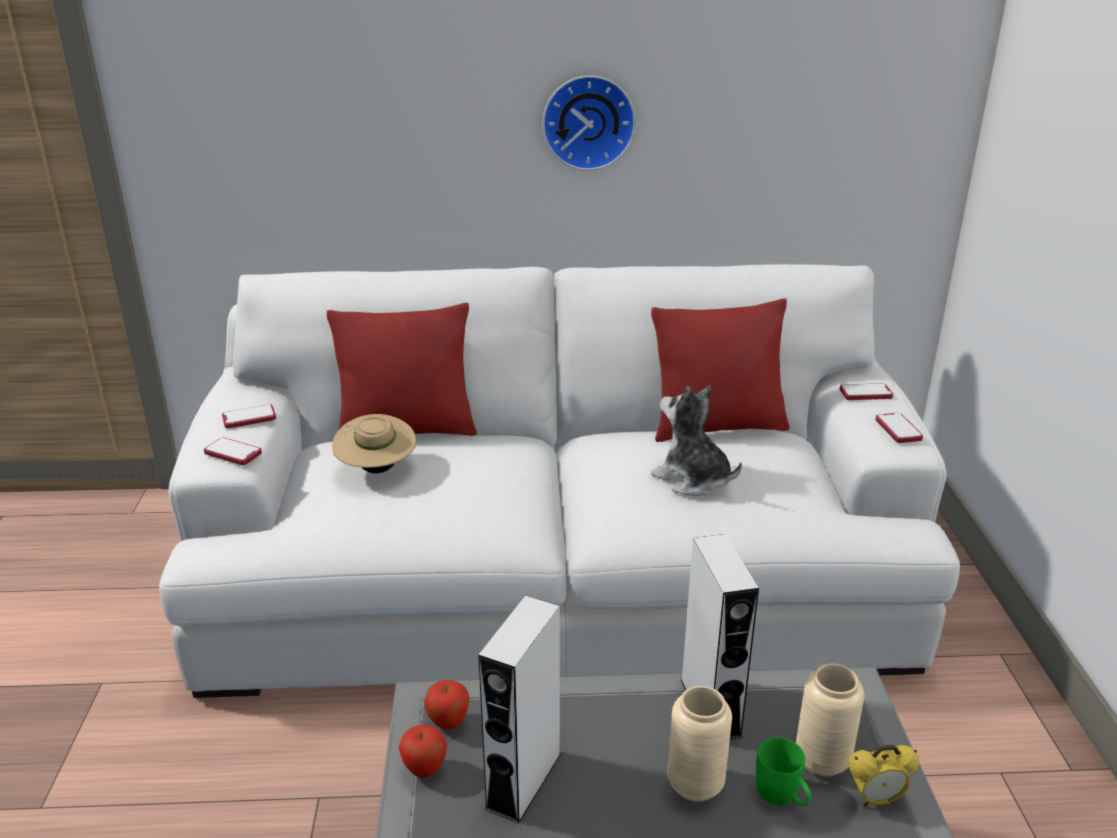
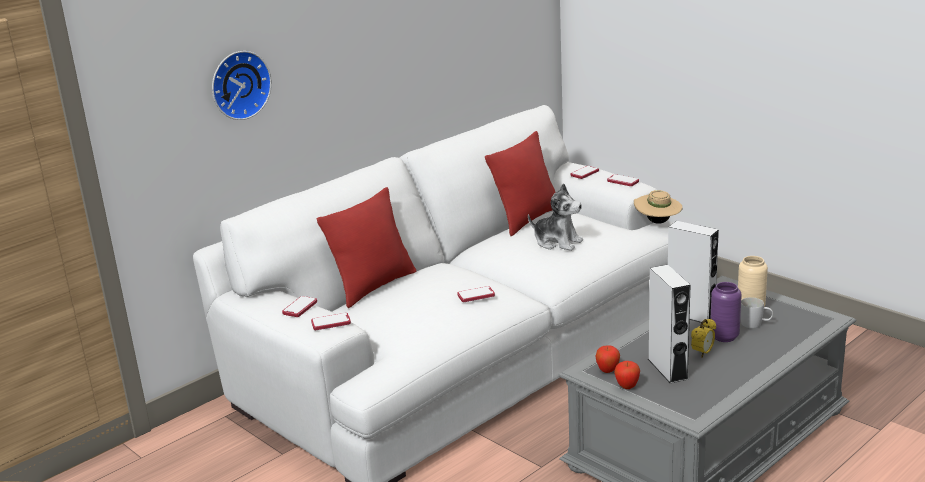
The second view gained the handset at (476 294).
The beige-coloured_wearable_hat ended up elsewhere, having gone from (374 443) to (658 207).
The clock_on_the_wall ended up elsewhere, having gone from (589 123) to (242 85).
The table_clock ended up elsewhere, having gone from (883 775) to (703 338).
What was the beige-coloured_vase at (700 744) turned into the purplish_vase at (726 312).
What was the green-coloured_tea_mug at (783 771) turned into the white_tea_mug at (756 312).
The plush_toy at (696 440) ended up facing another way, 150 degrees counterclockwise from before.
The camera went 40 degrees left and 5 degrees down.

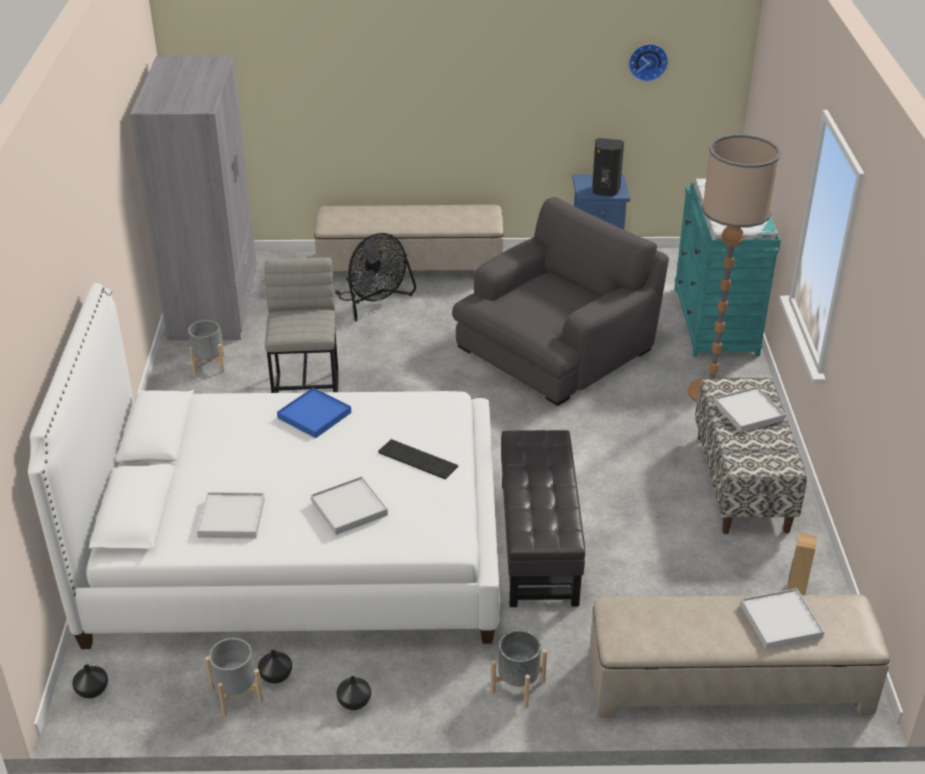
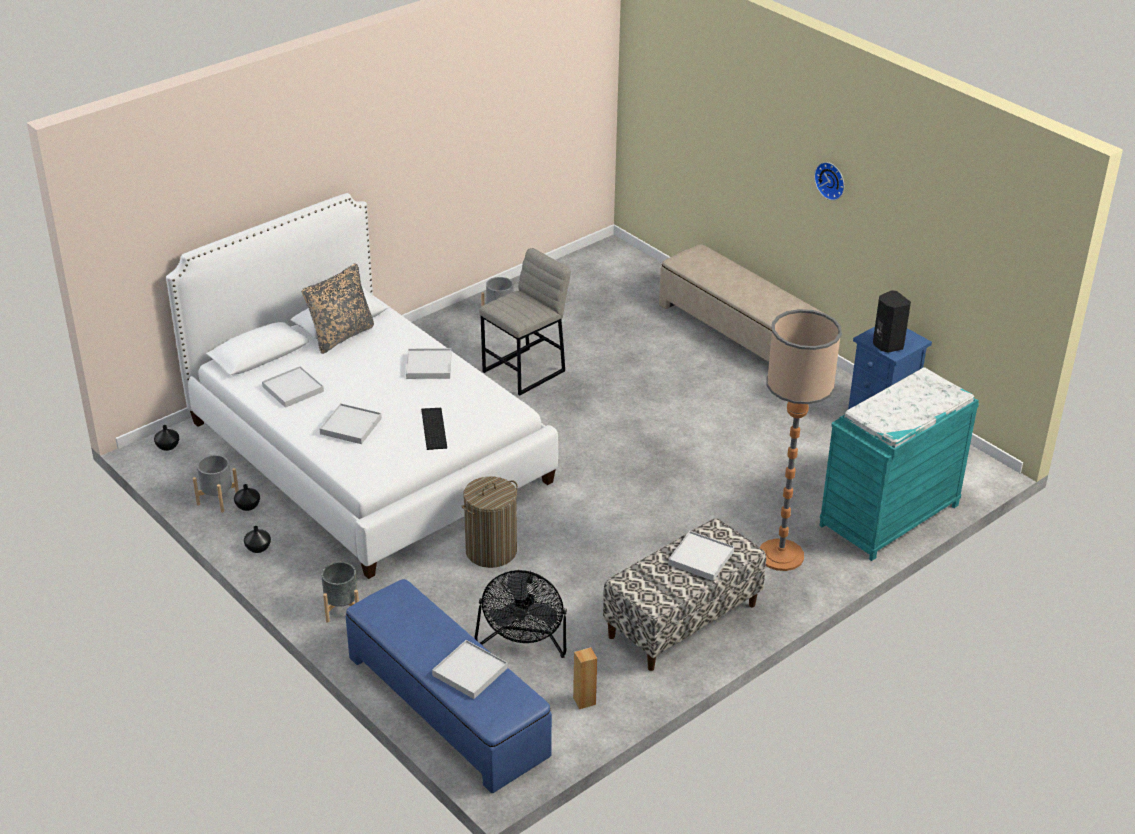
The second view lost the grey_armoire at (193 198).
The second view lost the grey_armchair at (560 301).
The second view gained the grey_cushion at (338 308).
The blackish_fan ended up elsewhere, having gone from (375 277) to (520 613).
The clock_on_the_wall ended up elsewhere, having gone from (648 63) to (829 181).
Where the blackish_ottoman stood at (543 518), the washing_basket came to stand at (489 522).
What was the bluish_serving_tray at (314 413) turned into the white_serving_tray at (428 363).
What was the beige-coloured_bench at (739 656) turned into the bluish_bench at (449 686).
The camera went 50 degrees right and 0 degrees up.

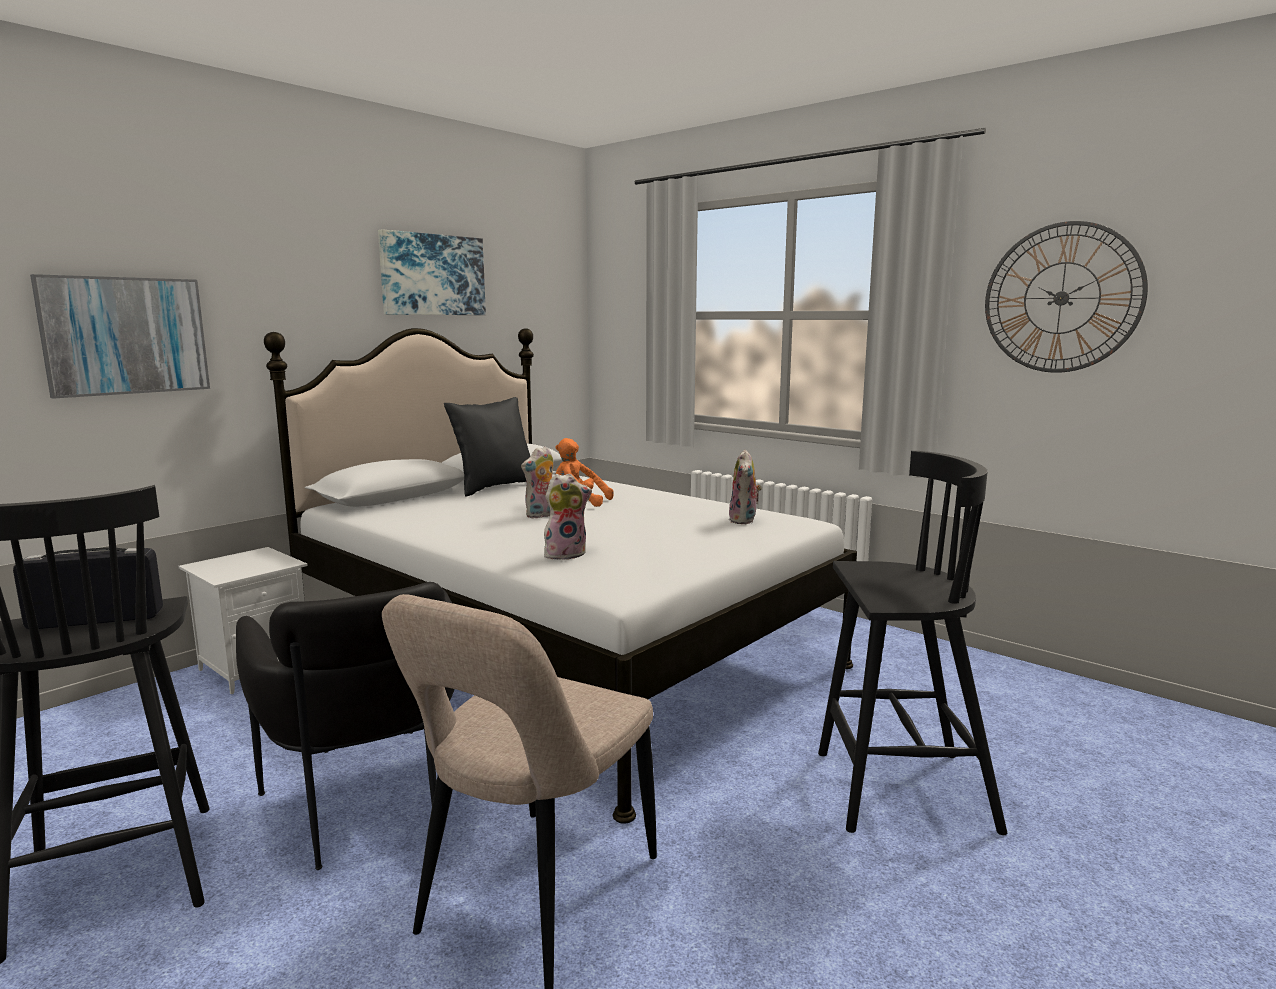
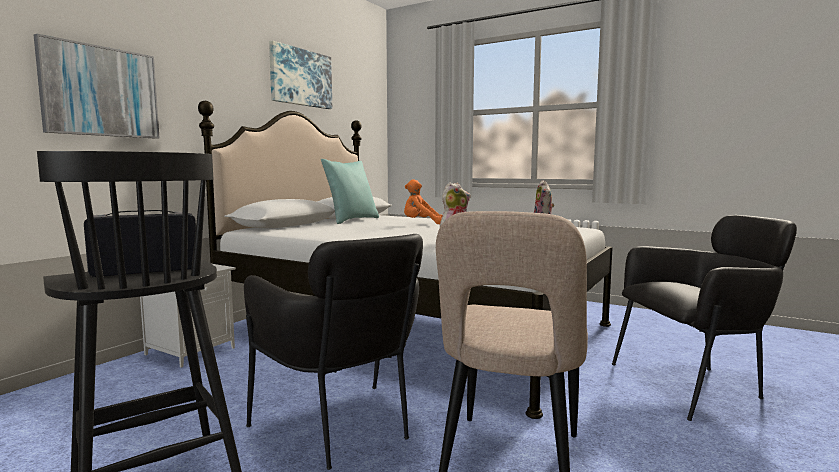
The second view lost the plush_toy at (537 482).
The second view lost the clock_on_the_wall at (1066 297).
Where the blackish_sitting_stool stood at (912 643), the blackish_armchair came to stand at (704 318).
What was the blackish_cushion at (487 447) turned into the turquoise_cushion at (350 191).
The camera went 10 degrees left and 5 degrees down.

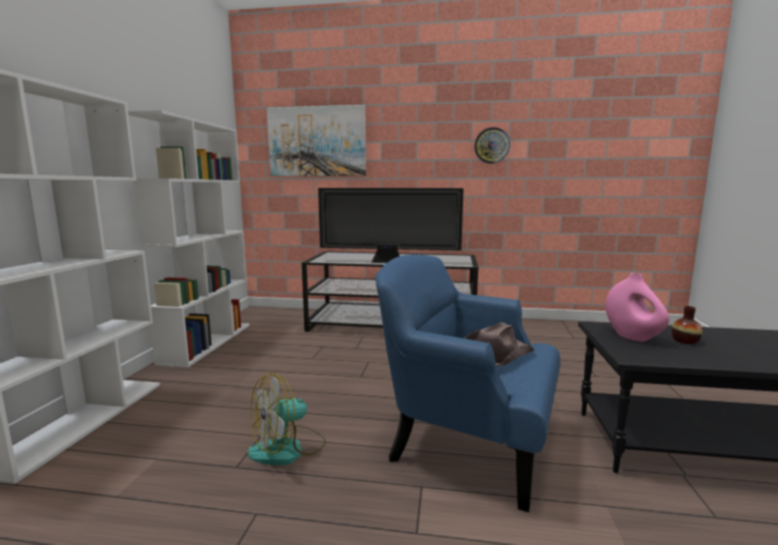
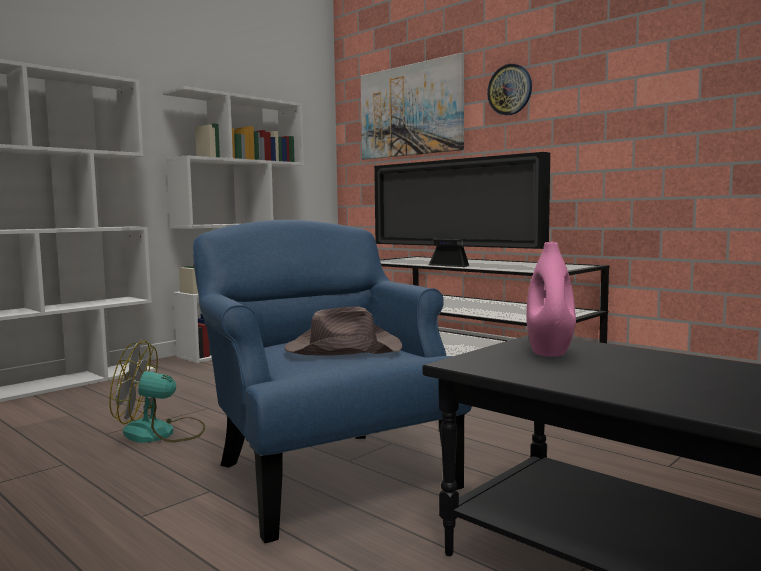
The second view lost the vase at (686 325).
The clock_on_the_wall ended up elsewhere, having gone from (492 145) to (509 90).
The camera went 35 degrees right and 5 degrees down.

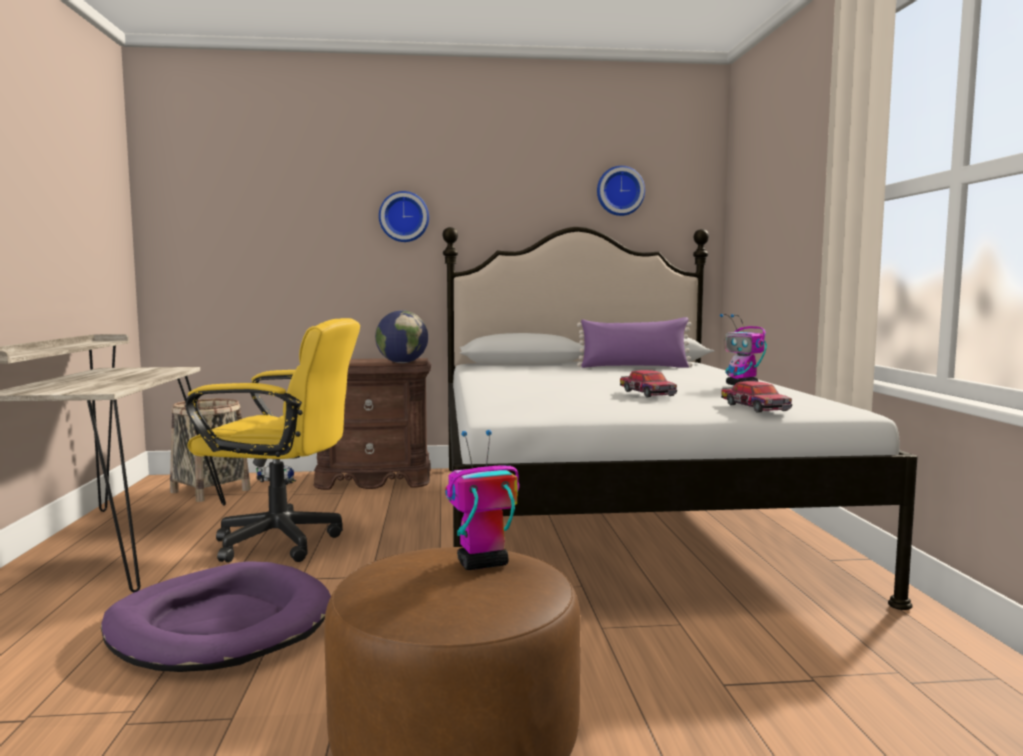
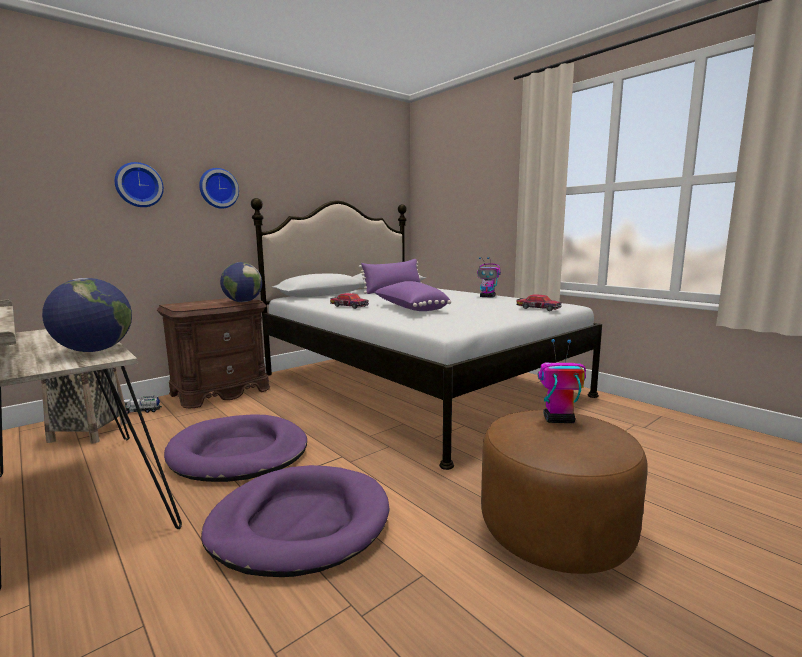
The second view gained the desk_globe at (87 315).
The second view gained the purplish_cushion at (412 296).
The clock_on_the_wall ended up elsewhere, having gone from (621 191) to (139 184).
The model_car ended up elsewhere, having gone from (648 383) to (349 301).
Where the yellow-coloured_office_chair stood at (272 440), the purplish_pet_bed came to stand at (235 448).
The toy_robot at (482 500) ended up facing another way, 60 degrees clockwise from before.
The camera went 35 degrees left and 5 degrees up.

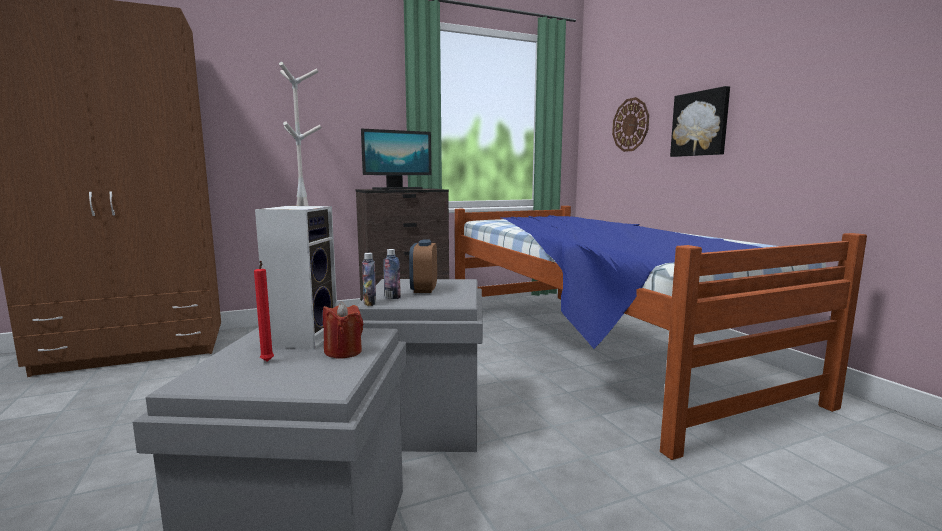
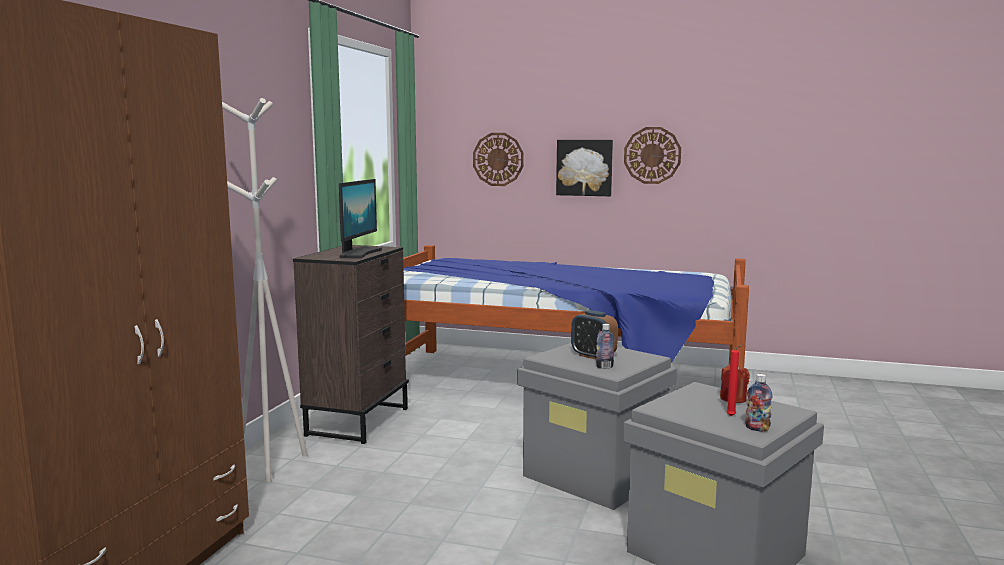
The second view lost the speaker at (296 277).
The second view gained the clock_on_the_wall at (652 155).
The drink_bottle ended up elsewhere, having gone from (369 279) to (759 403).
The camera went 50 degrees left and 0 degrees up.

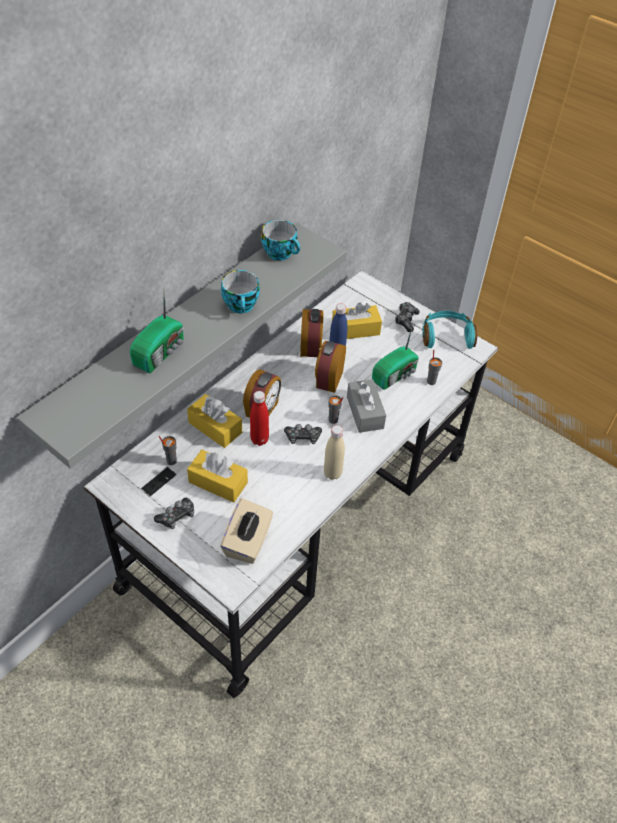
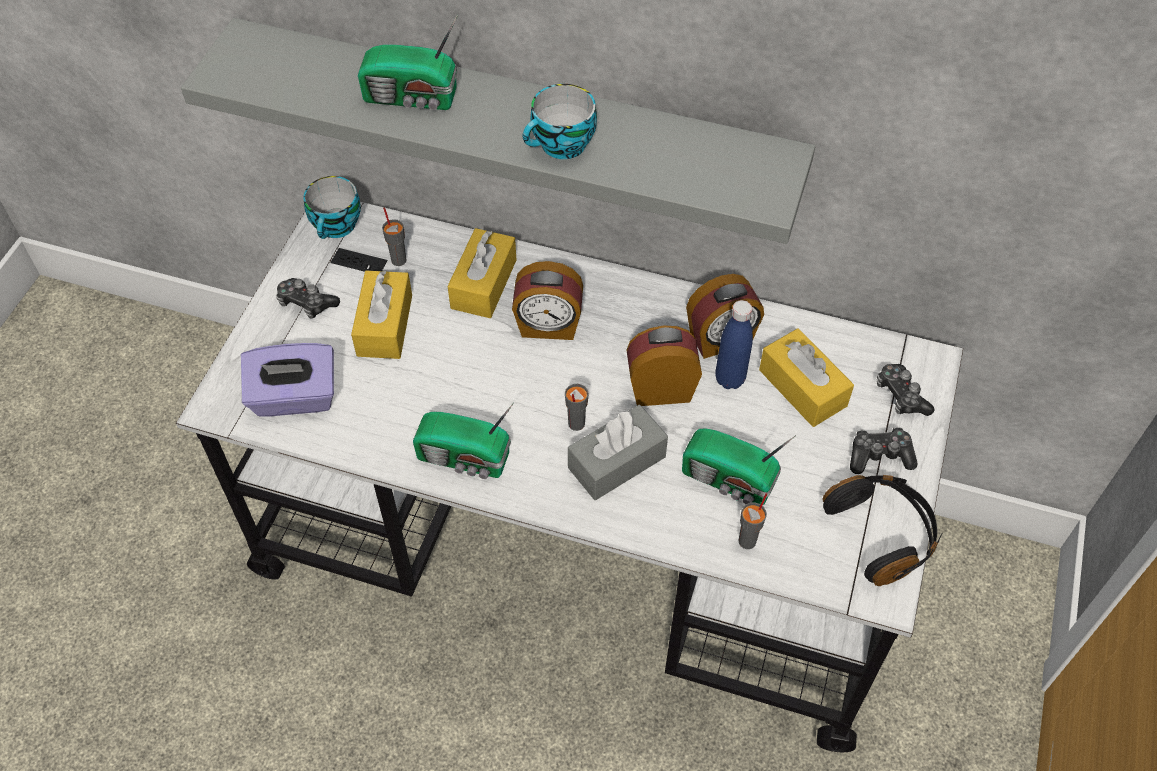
The second view lost the reddish_drink_bottle at (259 418).
The drinking_cup ended up elsewhere, having gone from (280 240) to (332 207).
The gamepad ended up elsewhere, having gone from (303 434) to (906 390).
Where the beige-coloured_drink_bottle stood at (334 452), the radio_set came to stand at (463 441).
What was the beige-coloured_tissue_holder at (246 531) turned into the purplish_tissue_holder at (287 380).
What was the turquoise_headset at (449 330) turned into the blackish_headset at (882 530).
The camera went 70 degrees right and 5 degrees up.

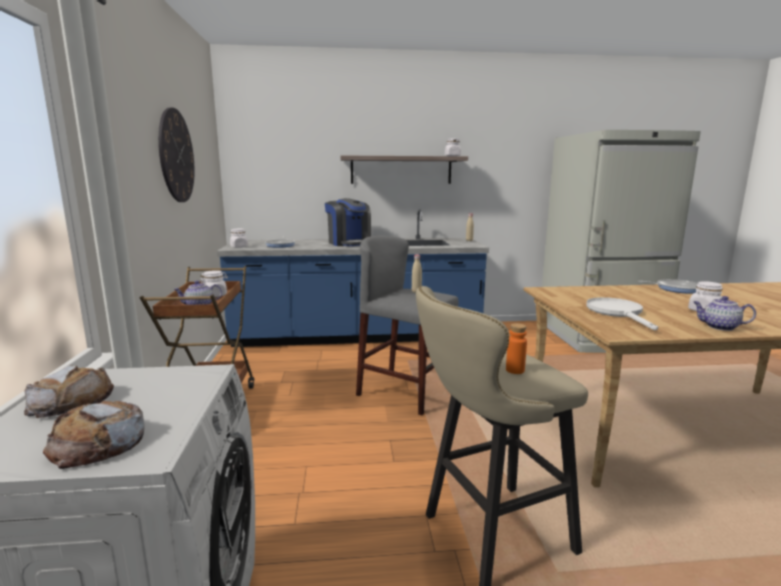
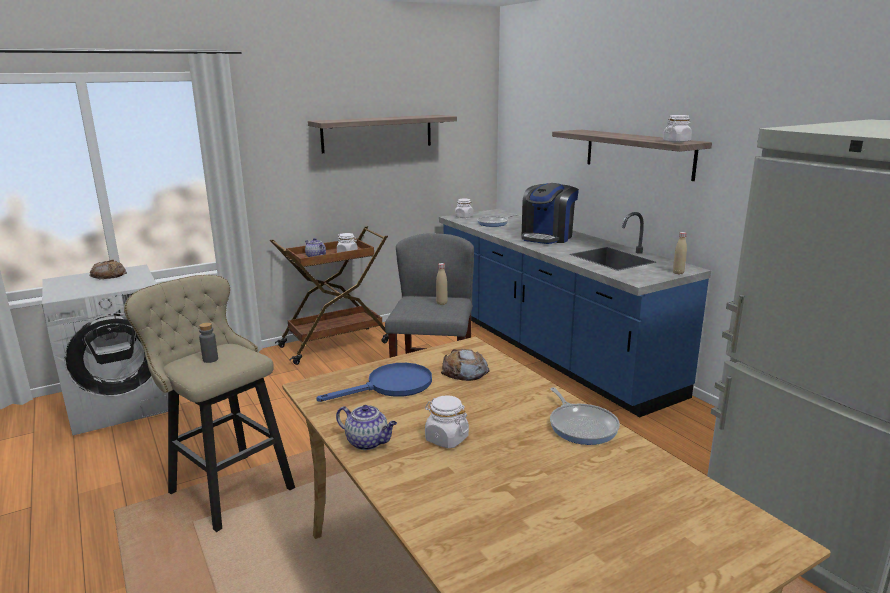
The bread ended up elsewhere, having gone from (93 435) to (465 365).
Where the clock_on_the_wall hung at (176 154), the shelf came to hang at (382 134).
What was the orangey_drink_bottle at (516 348) turned into the grey_drink_bottle at (208 343).
What was the white_frying_pan at (622 313) turned into the bluish_frying_pan at (374 382).
The tea_pot at (724 313) ended up facing another way, 120 degrees clockwise from before.
The camera went 65 degrees right and 5 degrees up.

